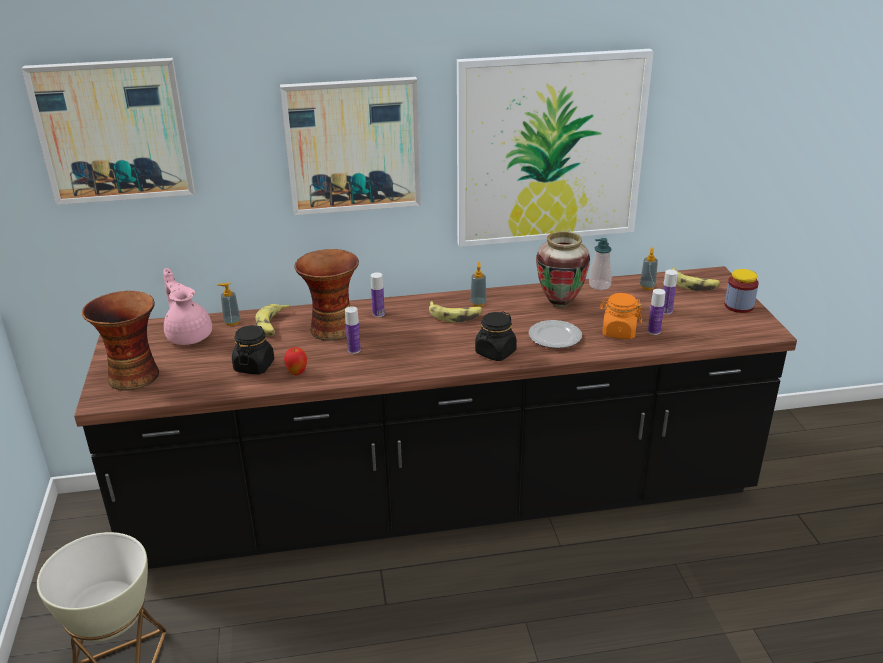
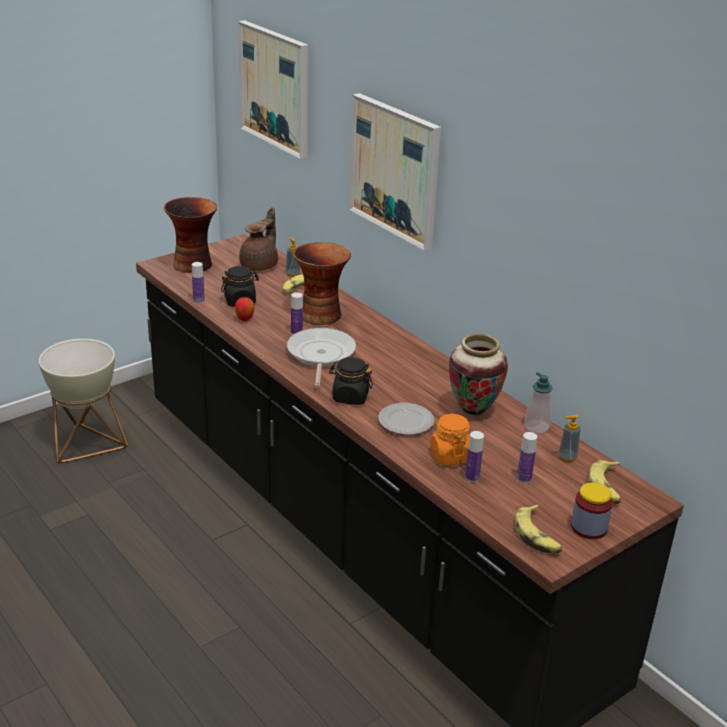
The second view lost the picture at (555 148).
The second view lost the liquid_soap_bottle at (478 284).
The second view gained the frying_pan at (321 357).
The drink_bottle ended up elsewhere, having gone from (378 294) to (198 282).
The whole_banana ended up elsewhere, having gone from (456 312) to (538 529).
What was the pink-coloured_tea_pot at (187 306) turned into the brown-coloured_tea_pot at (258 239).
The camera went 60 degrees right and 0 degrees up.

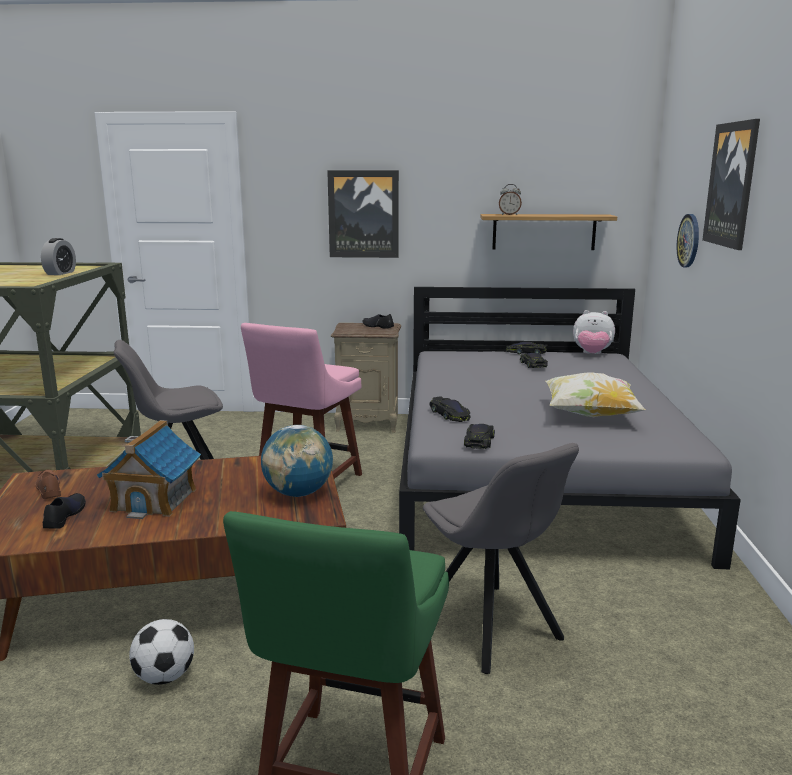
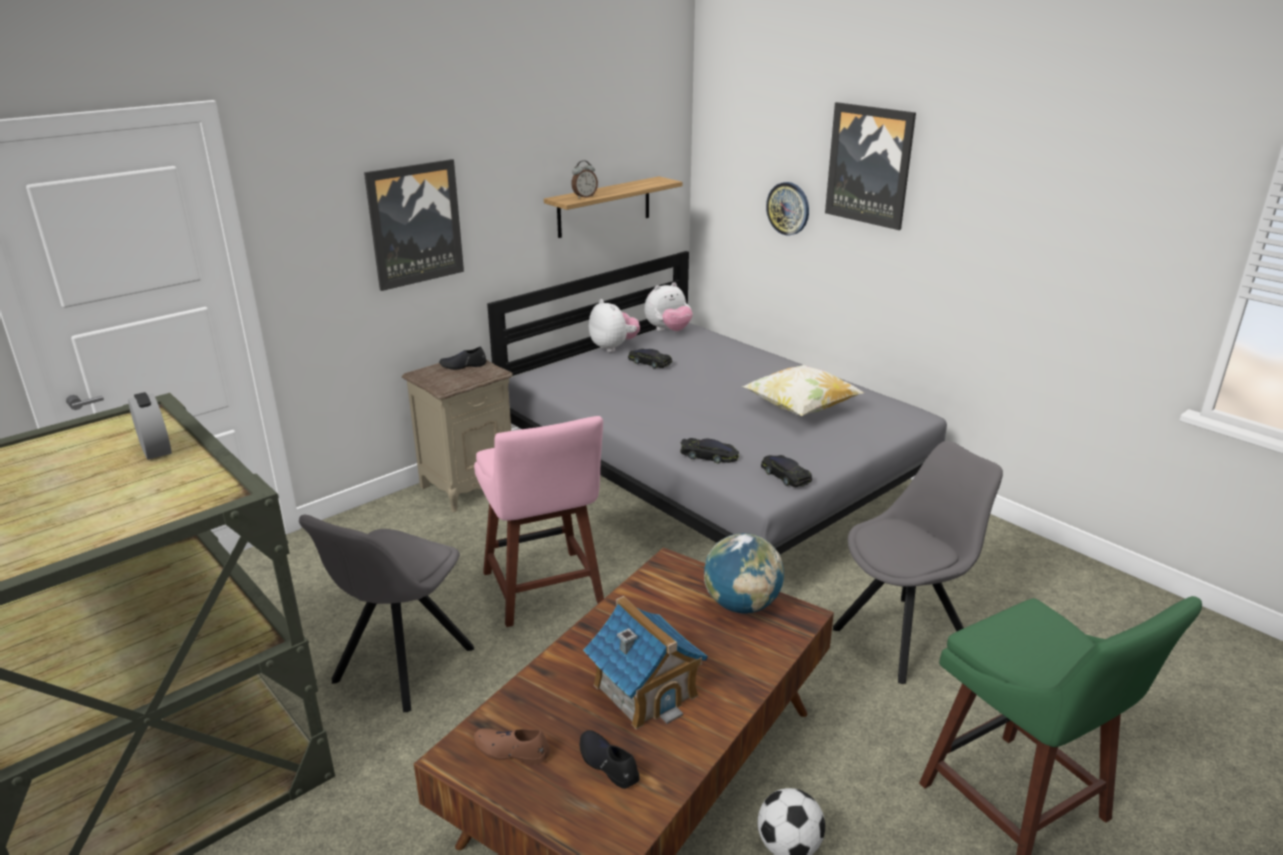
Where the blackish_model_car stood at (526 348), the plush_toy came to stand at (614 325).
The grey_chair at (501 558) ended up facing another way, 45 degrees counterclockwise from before.
The camera went 45 degrees left and 10 degrees up.

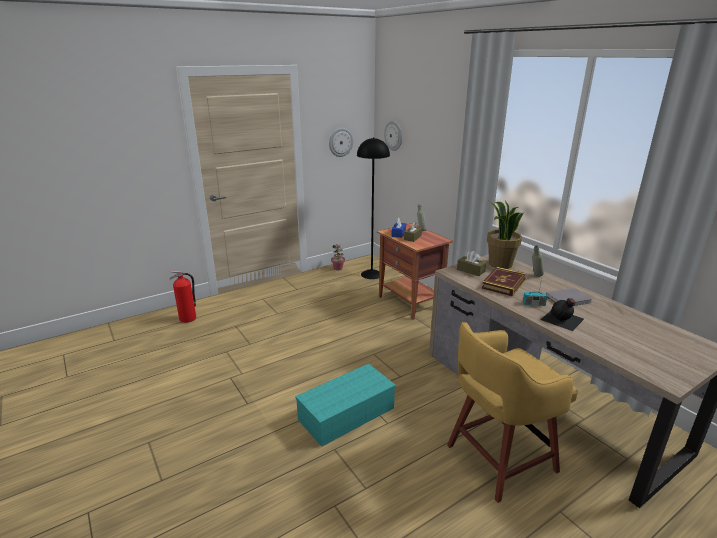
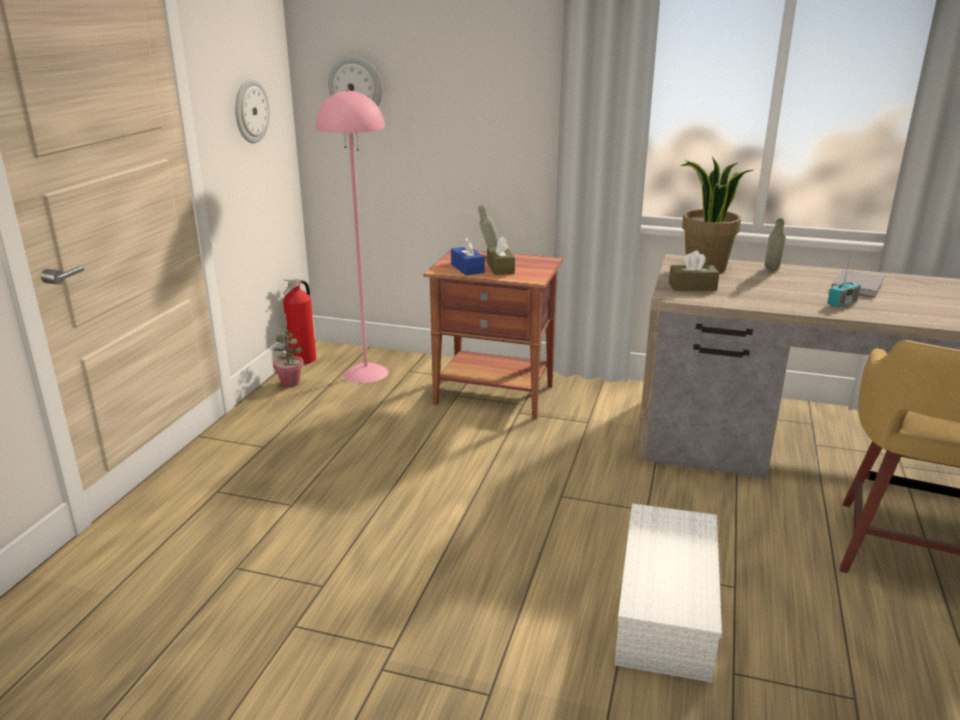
The second view lost the bound_book at (504 282).
The second view lost the blackish_drink_bottle at (562 314).
The fire_extinguisher ended up elsewhere, having gone from (183 297) to (299 322).
What was the turquoise_storage_box at (346 405) turned into the white_storage_box at (668 592).
What was the blackish_standing_lamp at (373 208) turned into the pink-coloured_standing_lamp at (352 236).
The camera went 40 degrees left and 0 degrees up.

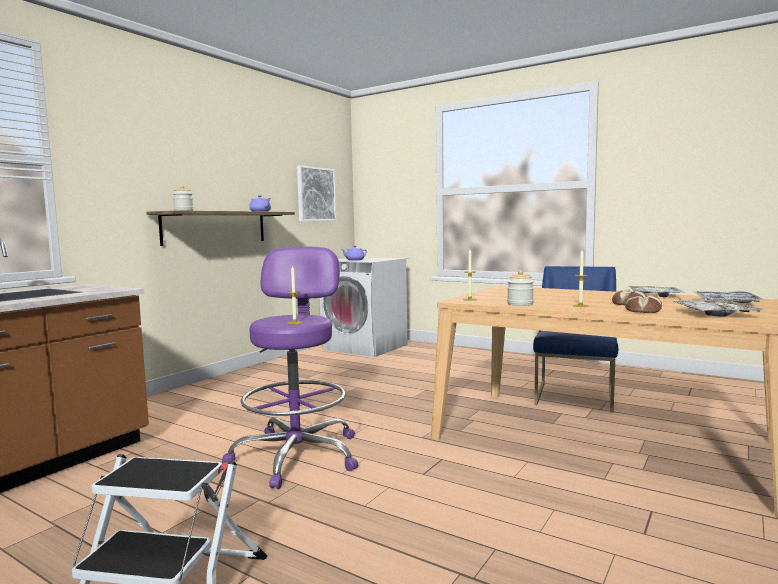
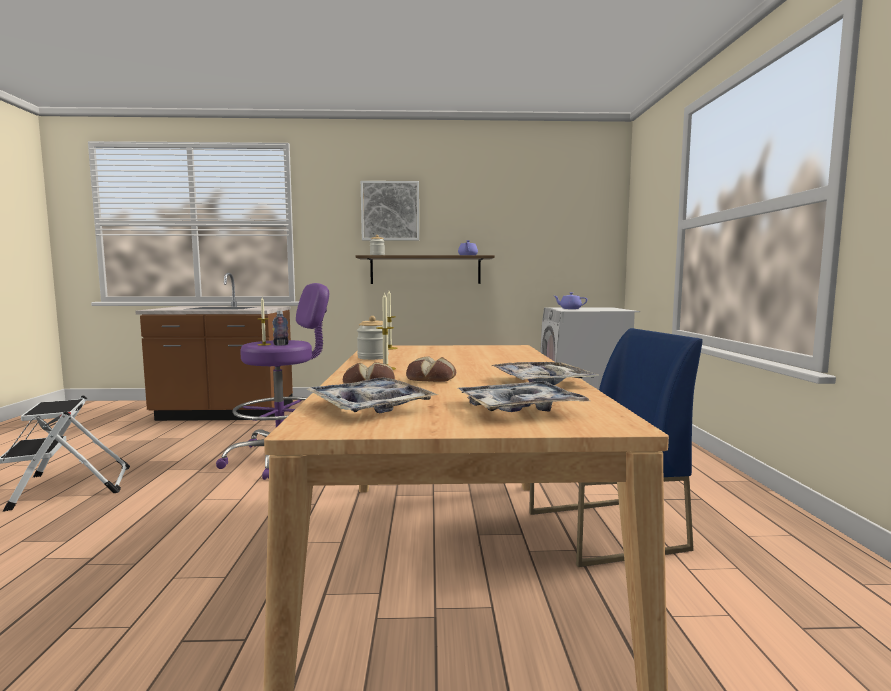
The second view gained the drink_bottle at (280 328).
The picture ended up elsewhere, having gone from (316 193) to (390 211).
The camera went 55 degrees right and 0 degrees up.

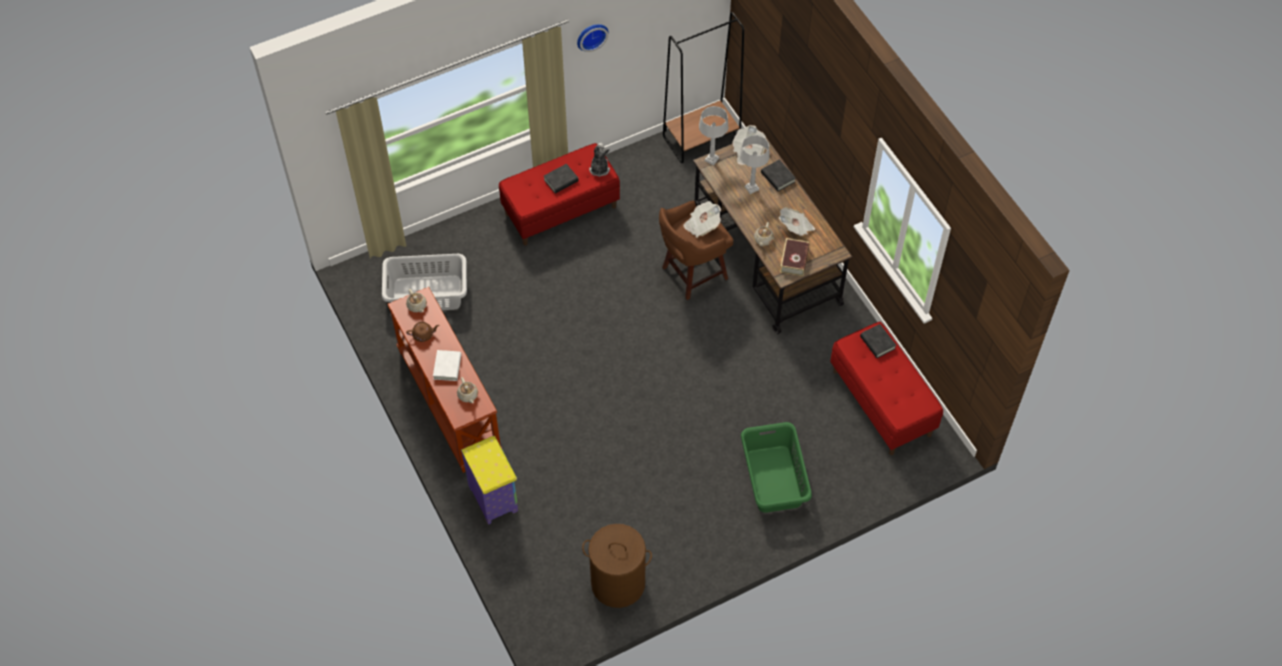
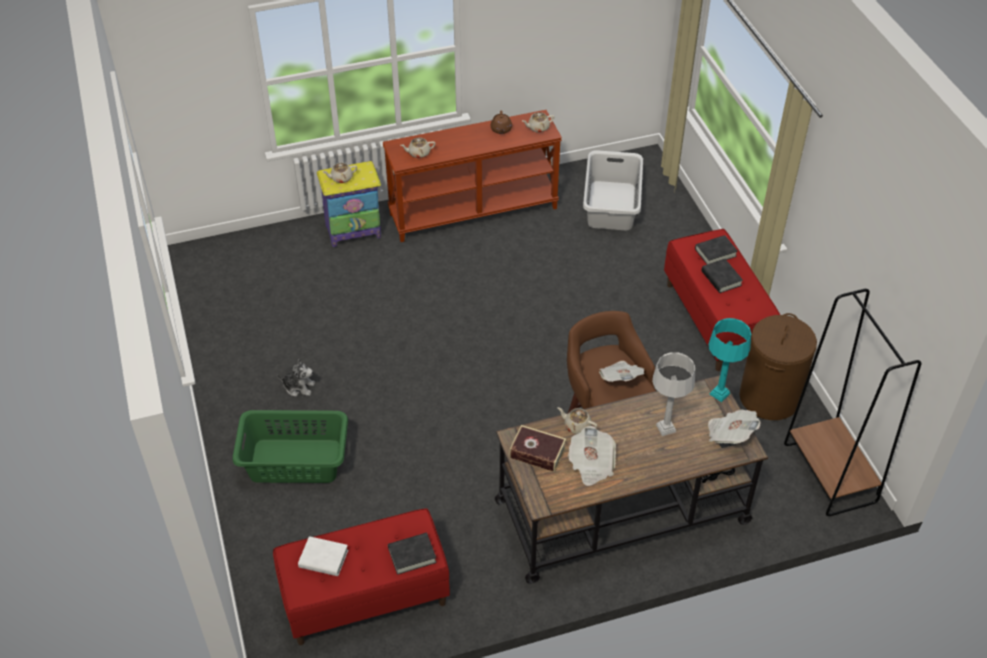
The second view lost the clock_on_the_wall at (593 38).
The second view gained the beige-coloured_tea_pot at (339 173).
The white_bound_book ended up elsewhere, having gone from (447 365) to (323 556).
The brown-coloured_washing_basket ended up elsewhere, having gone from (617 566) to (778 366).
The plush_toy ended up elsewhere, having gone from (599 160) to (296 378).
The blackish_bound_book ended up elsewhere, having gone from (778 175) to (716 249).
What was the grey_lamp_for_a_table at (713 135) turned into the turquoise_lamp_for_a_table at (729 360).
The camera went 100 degrees right and 10 degrees down.

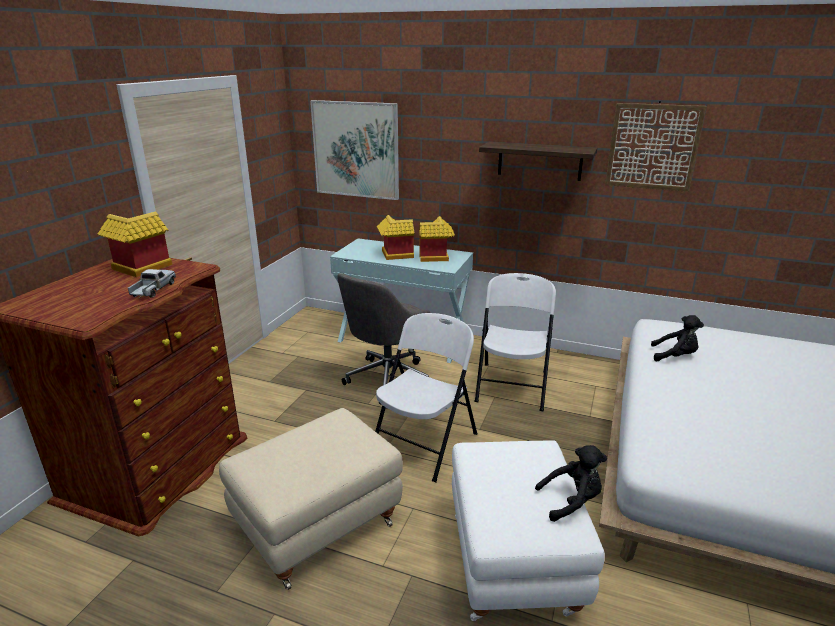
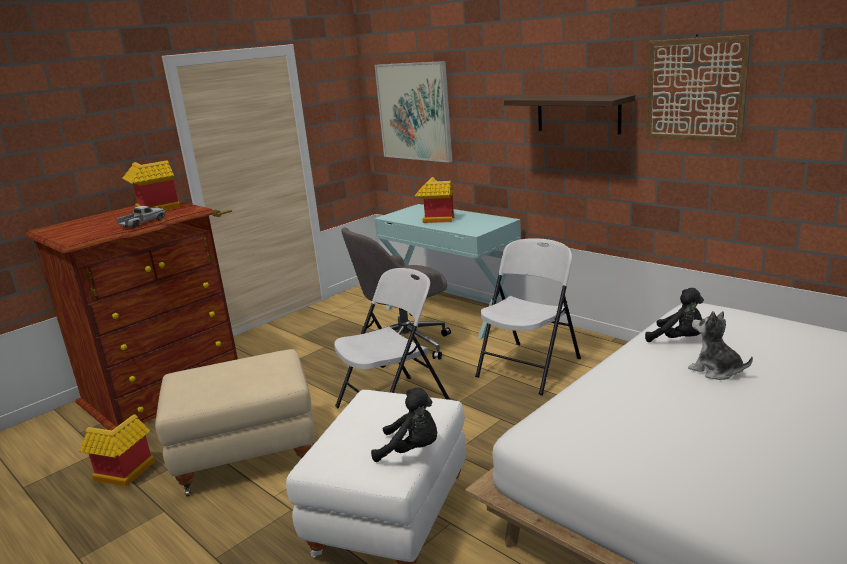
The second view gained the plush_toy at (720 345).
The miniature_house ended up elsewhere, having gone from (437 239) to (117 450).
The camera went 25 degrees right and 5 degrees down.

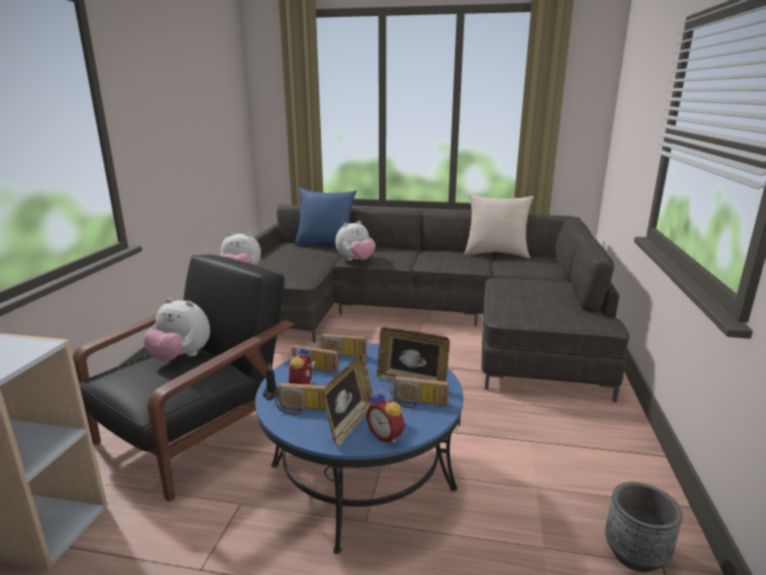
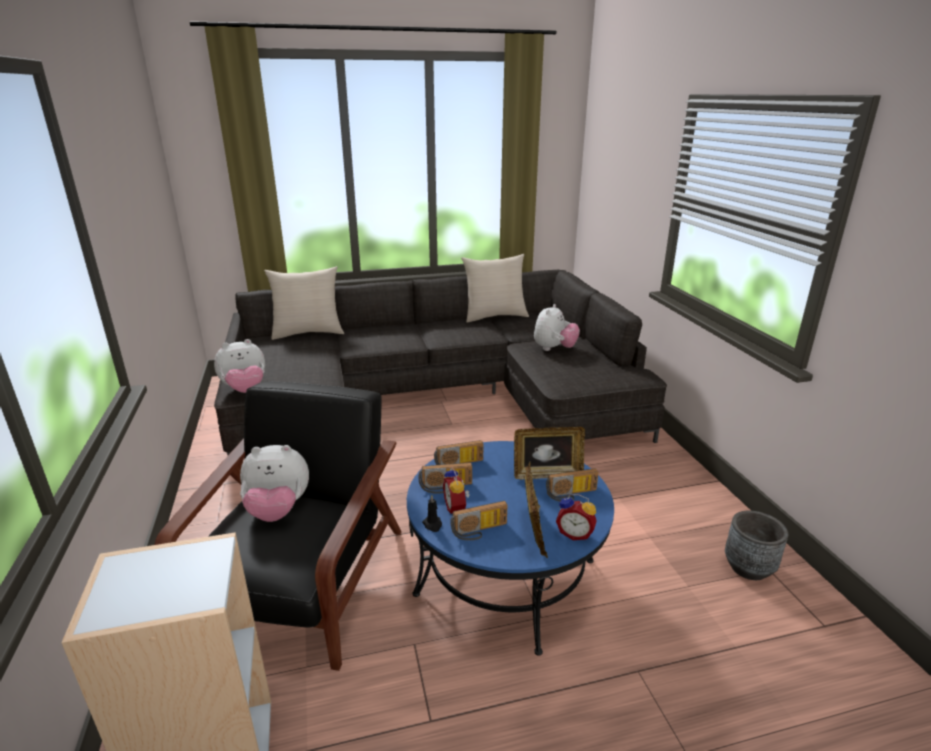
The plush_toy ended up elsewhere, having gone from (356 241) to (557 327).
What was the bluish_cushion at (326 217) turned into the beige-coloured_cushion at (304 303).
The camera went 25 degrees left and 5 degrees up.

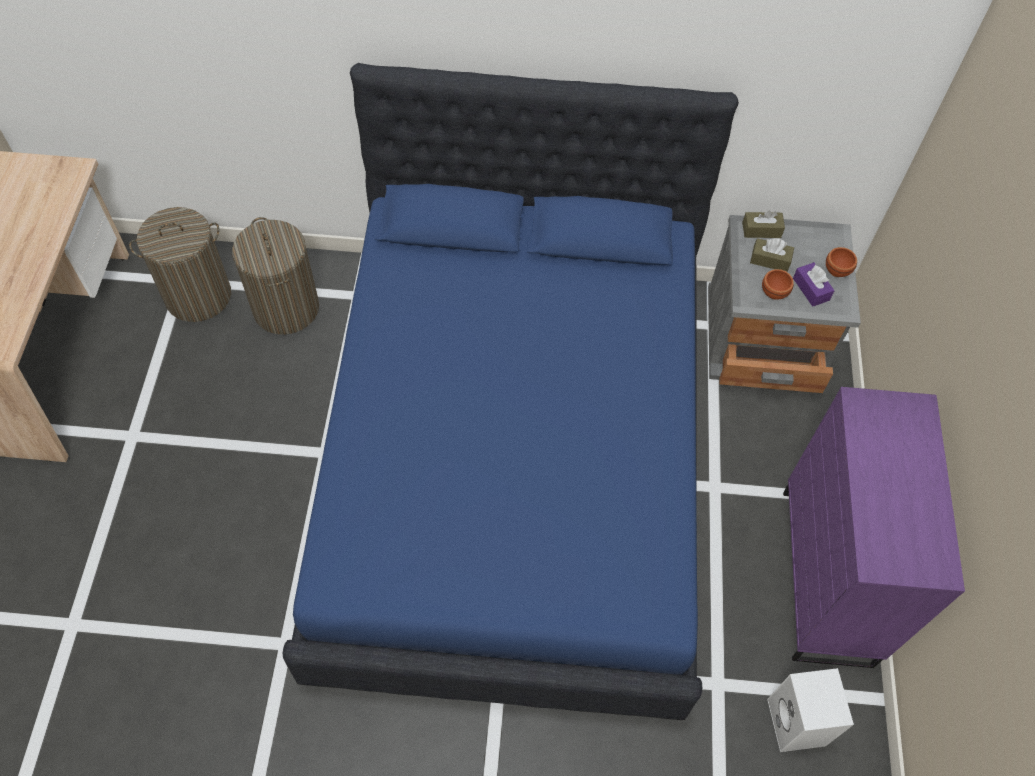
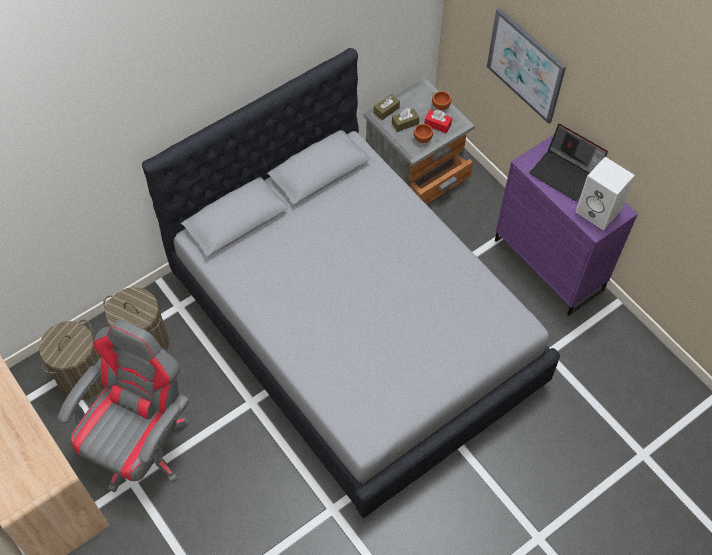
The second view gained the grey_office_chair at (123 406).
The second view gained the picture at (526 66).
The second view gained the laptop at (568 162).
The white_speaker ended up elsewhere, having gone from (810 710) to (605 193).
What was the bluish_bedroom_bed at (510 391) turned into the grey_bedroom_bed at (351 283).
What was the purplish_tissue_holder at (814 284) turned into the reddish_tissue_holder at (438 121).
The camera went 40 degrees left and 0 degrees up.

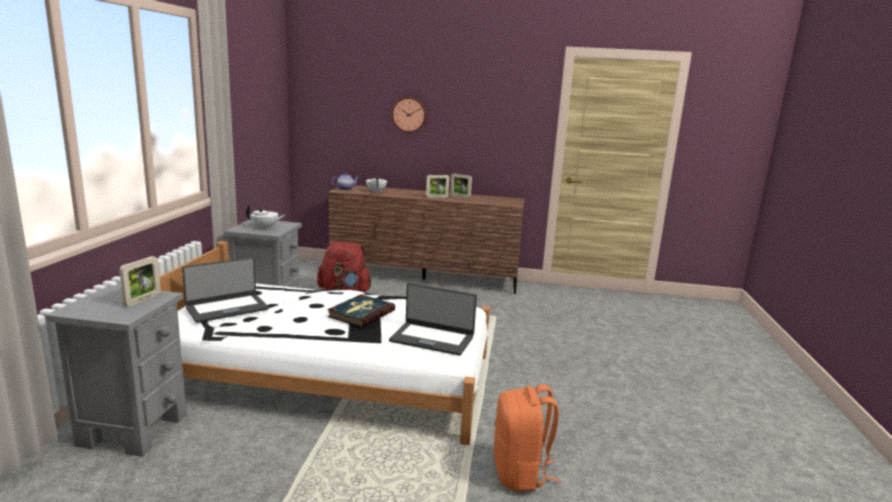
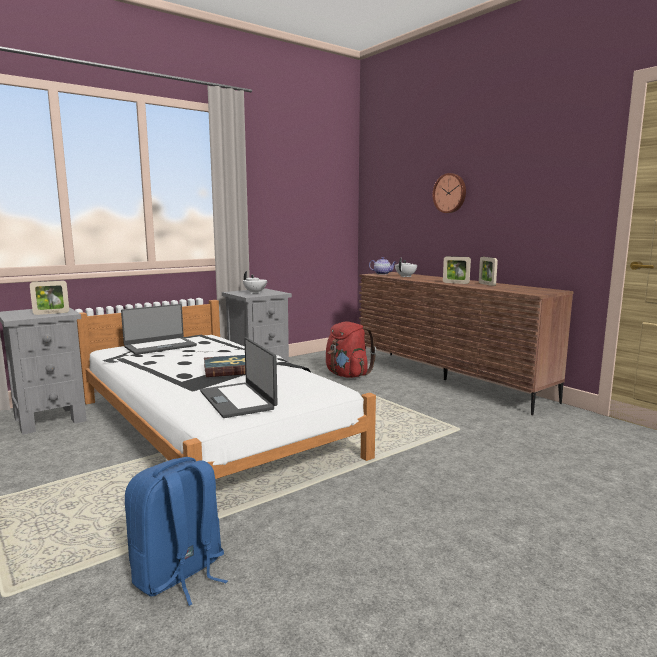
What was the orangey_backpack at (527 437) turned into the bluish_backpack at (176 531).
The laptop at (225 290) ended up facing another way, 45 degrees counterclockwise from before.
The camera went 45 degrees right and 5 degrees down.

